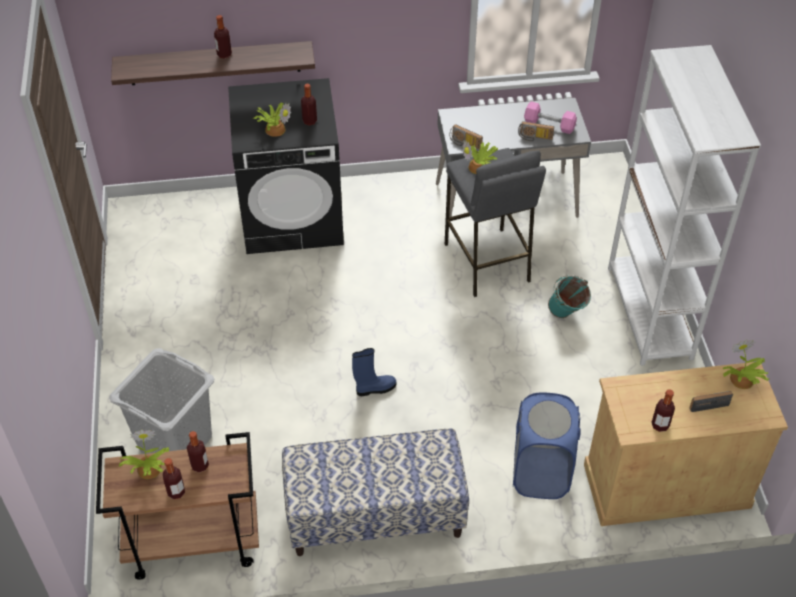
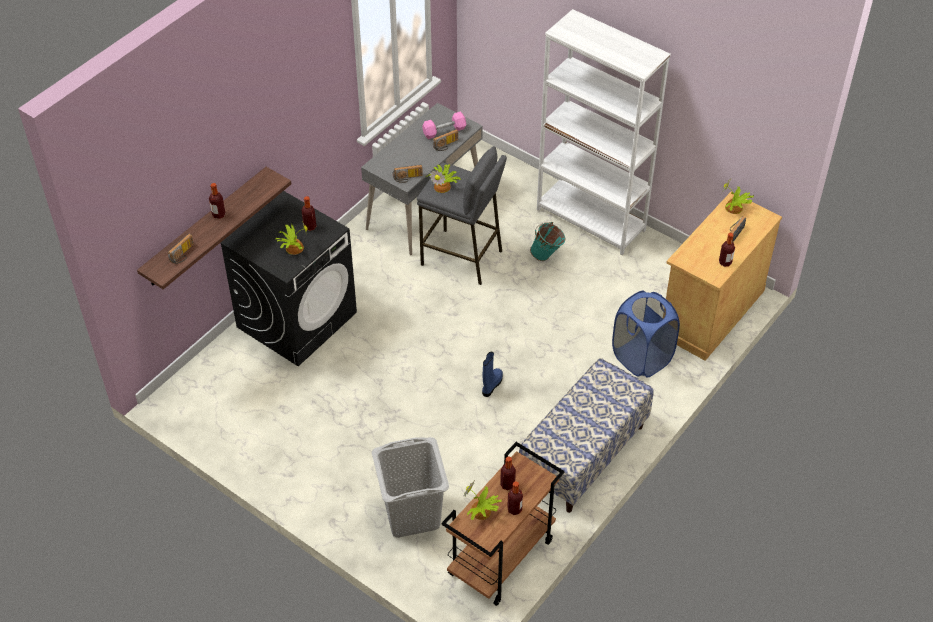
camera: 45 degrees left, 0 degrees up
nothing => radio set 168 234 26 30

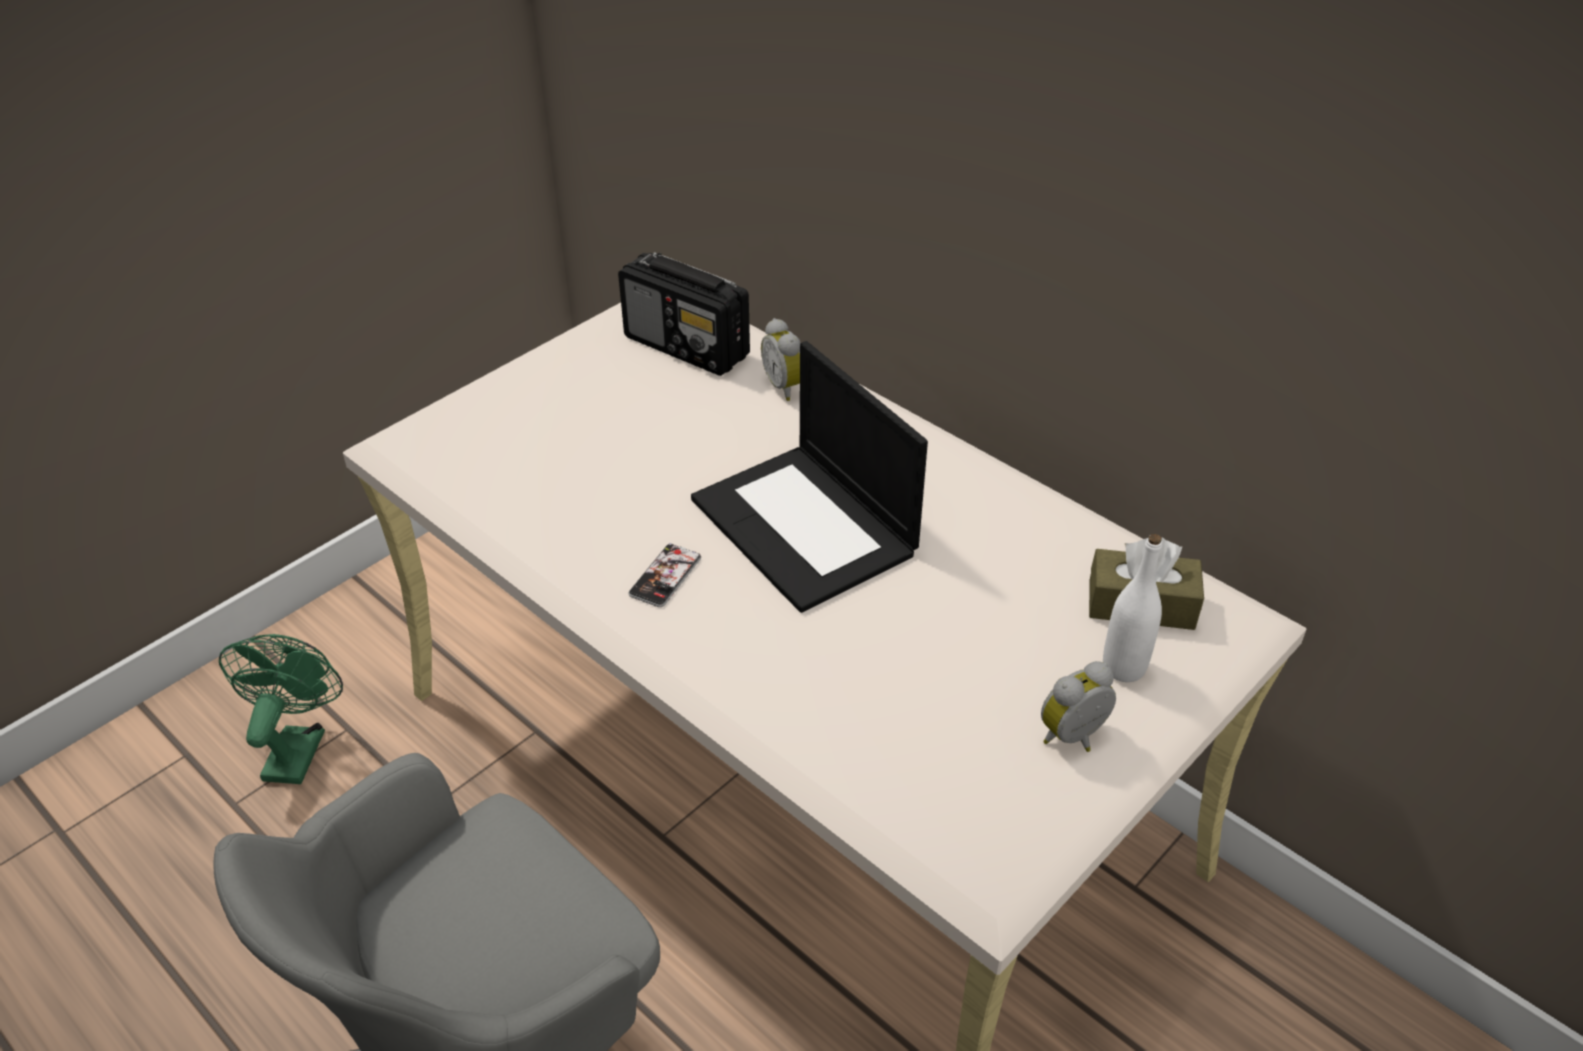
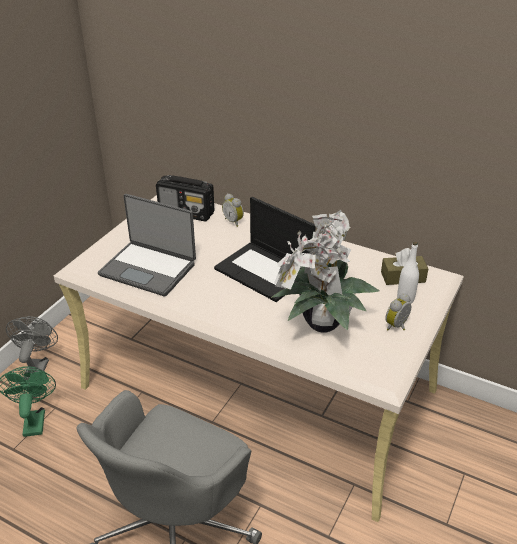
camera: 15 degrees left, 5 degrees down
telephone 629 543 72 64 => nothing
nothing => greyish electric fan 6 316 52 64
nothing => notebook computer 98 194 98 102
nothing => houseplant 271 210 109 123

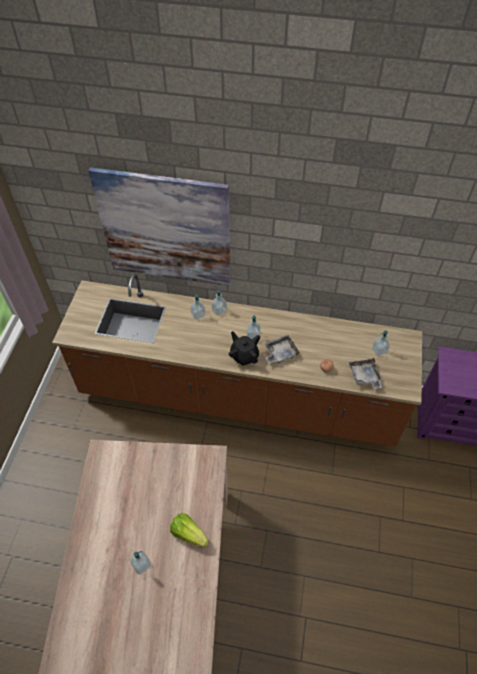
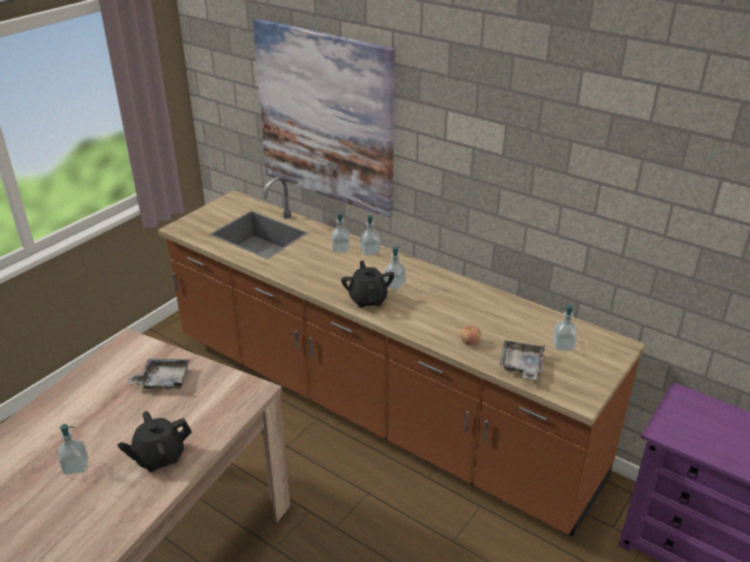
camera: 25 degrees right, 20 degrees down
head of lettuce 170 513 39 35 => black tea pot 117 411 75 61
greyish serving tray 265 335 35 29 => greyish serving tray 128 359 62 31, relocated

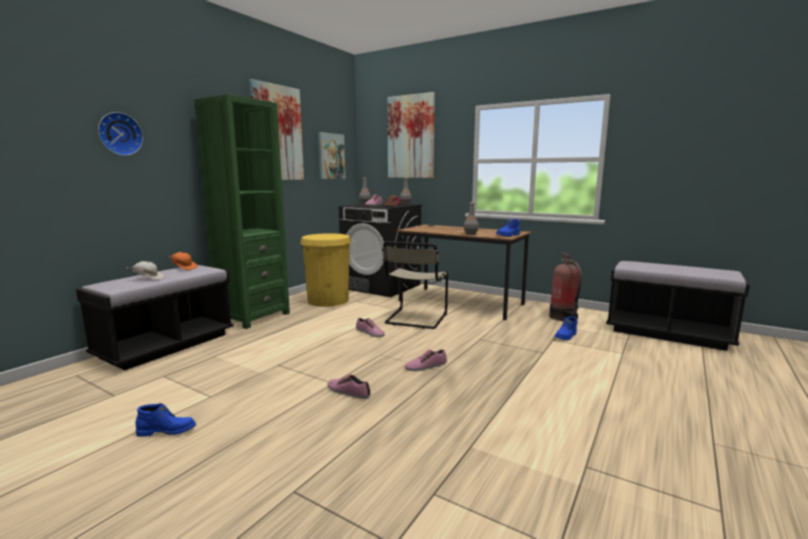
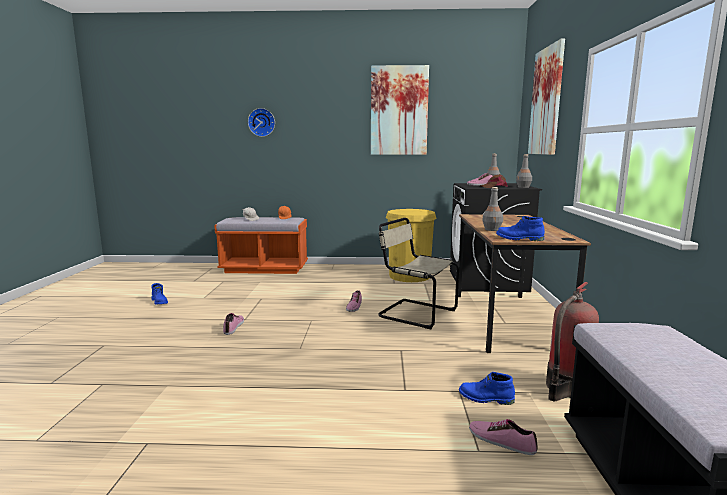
camera: 60 degrees right, 0 degrees up
black bench 76 265 157 105 => orange-coloured bench 214 217 94 57
green-coloured shelving unit 194 94 96 235 => nothing
wall art 318 132 27 47 => nothing
sand-coloured plain chair 382 241 66 88 => sand-coloured plain chair 379 218 80 111, 45 degrees clockwise
item of footwear 405 349 42 22 => item of footwear 469 419 69 36, relocated

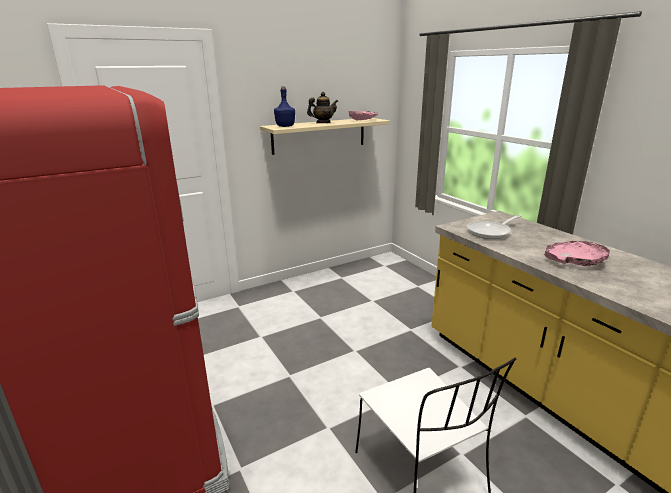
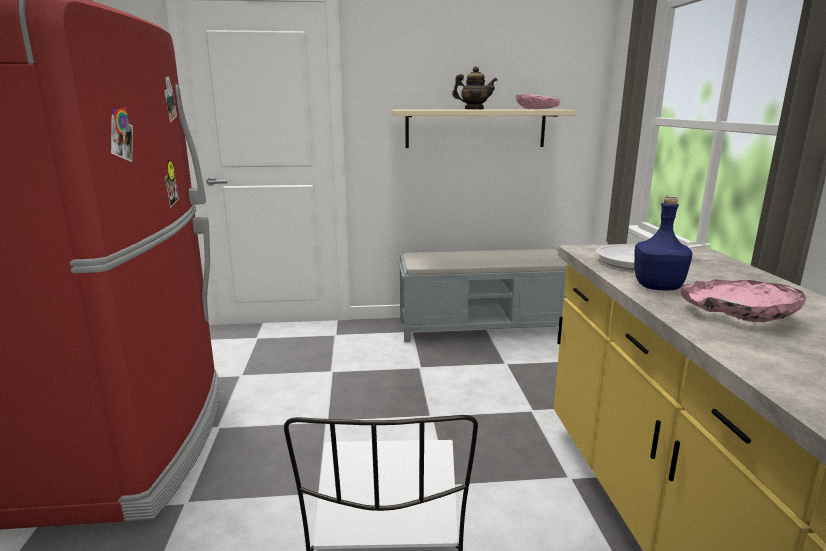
camera: 25 degrees right, 5 degrees down
blue-coloured beverage bottle 274 86 21 41 => blue-coloured beverage bottle 634 196 59 94, relocated
nothing => greyish bench 398 248 169 94

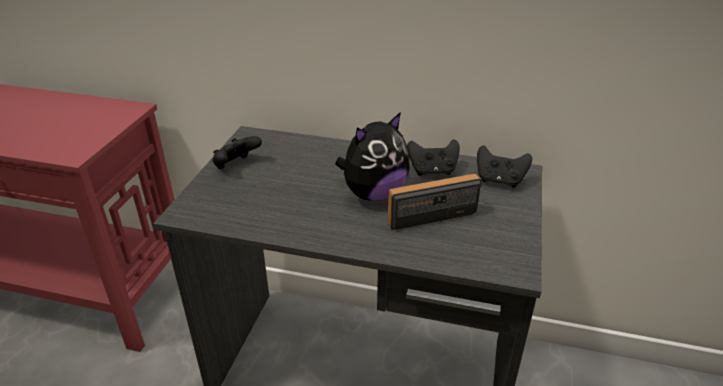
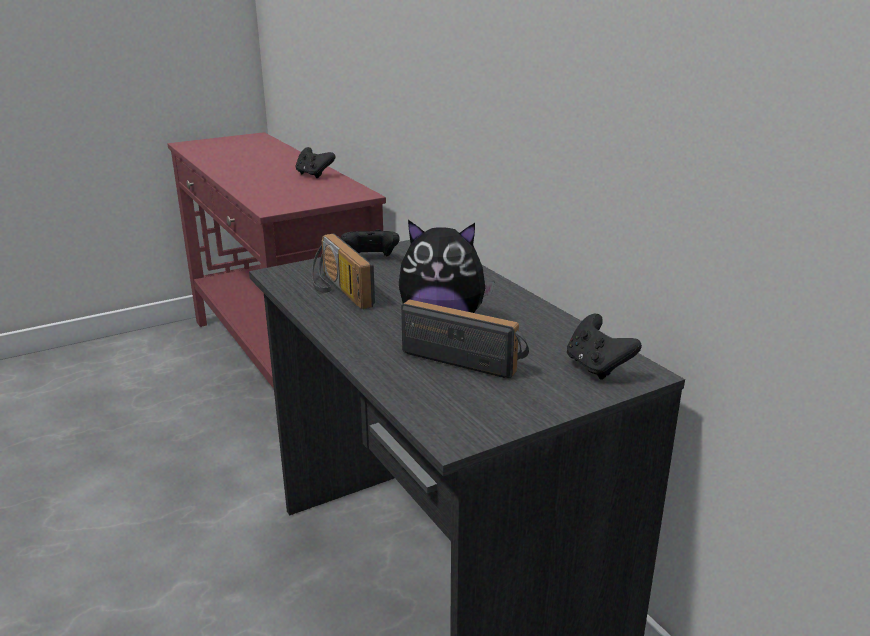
camera: 45 degrees right, 10 degrees down
black gamepad 407 139 53 37 => black gamepad 296 147 40 31, relocated
nothing => radio set 312 233 63 76

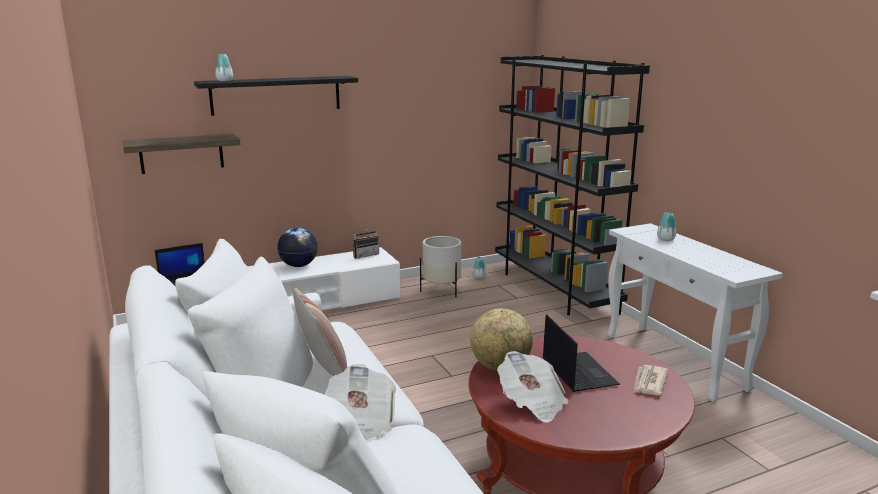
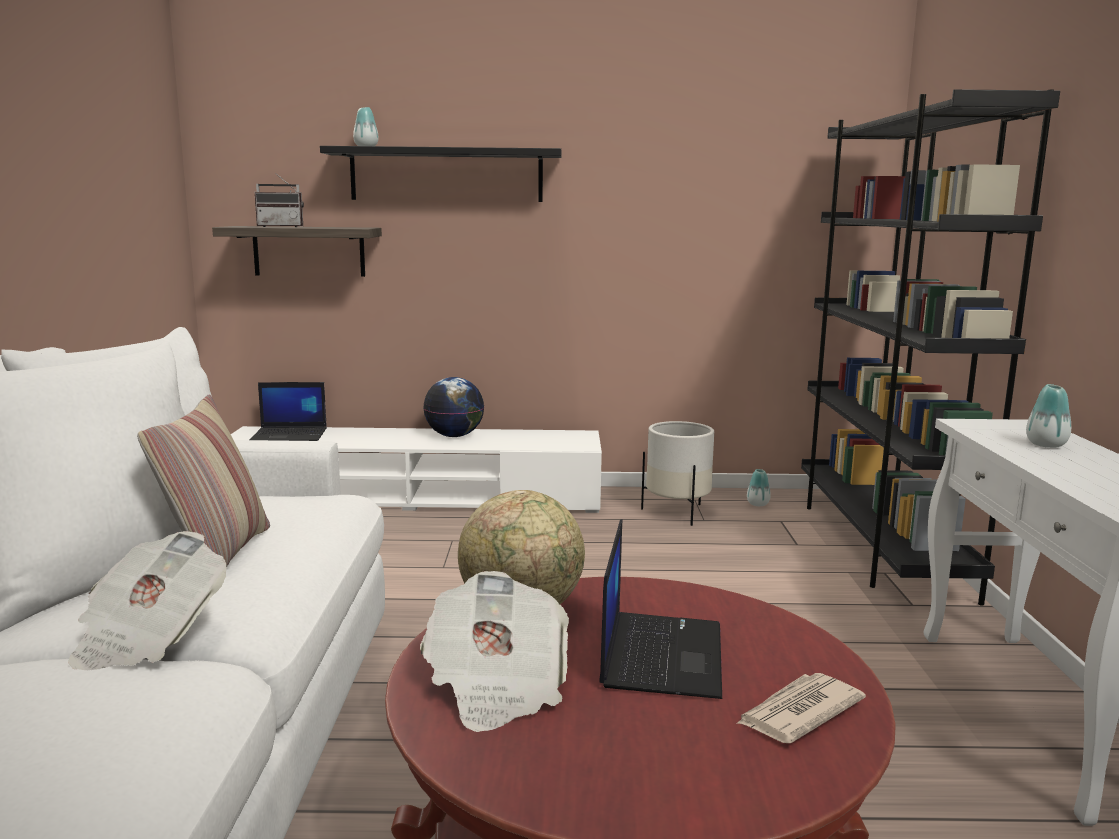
camera: 25 degrees right, 5 degrees down
radio set 353 224 26 35 => radio set 255 173 49 54, relocated

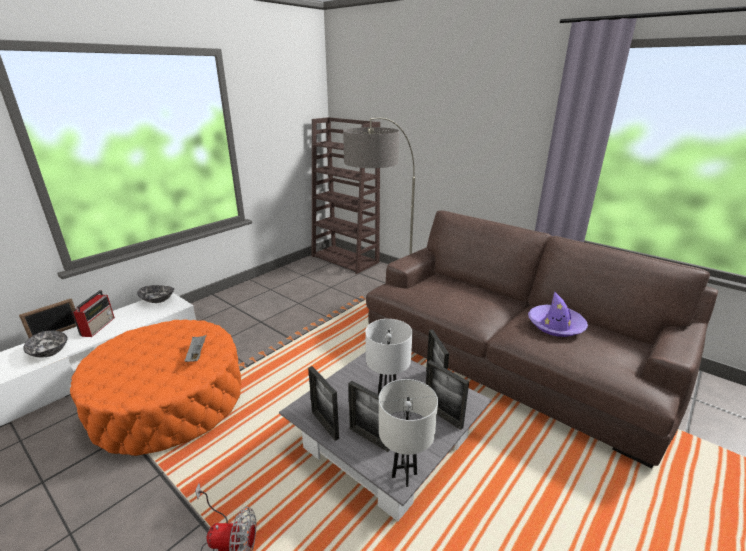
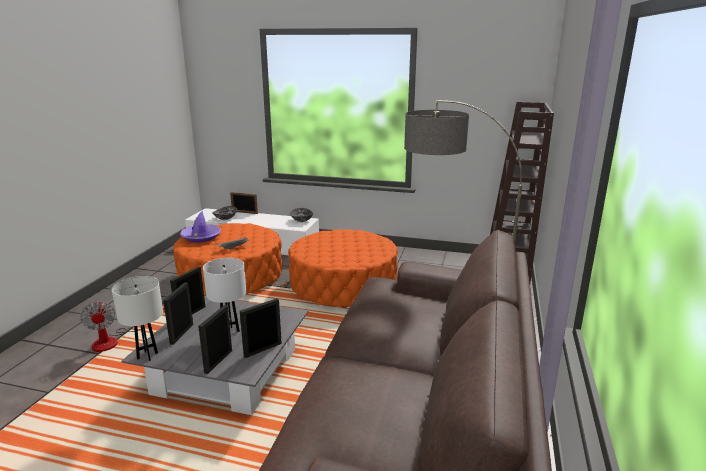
camera: 65 degrees right, 5 degrees down
radio set 71 290 44 47 => nothing
purple hat 528 291 60 46 => purple hat 180 211 41 31, relocated
nothing => orange-coloured ottoman 288 229 110 78

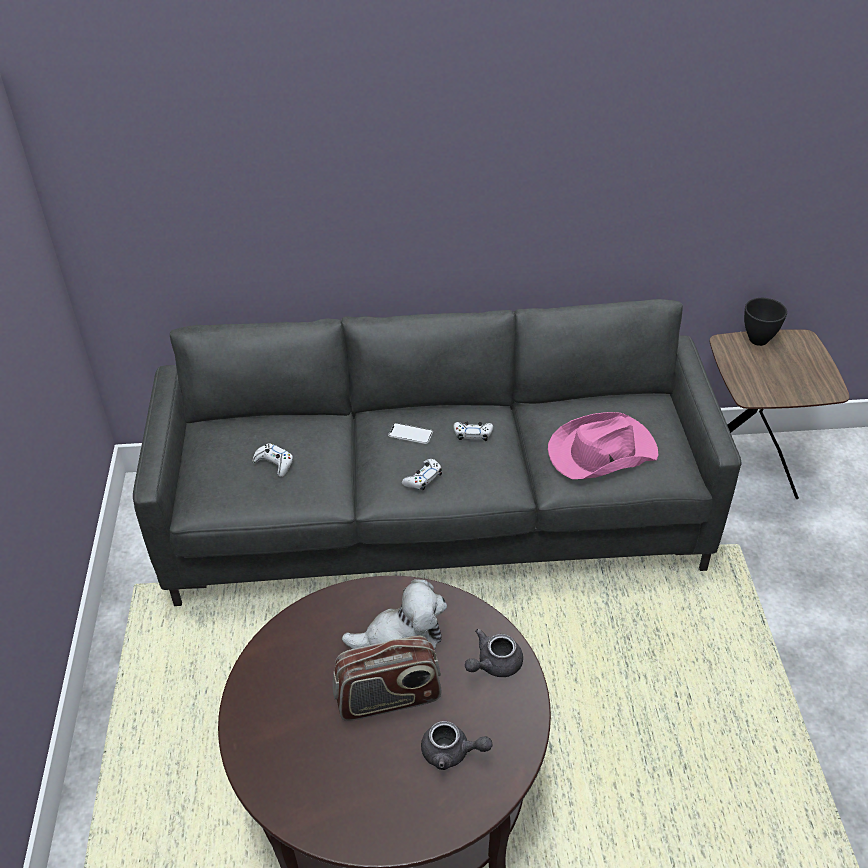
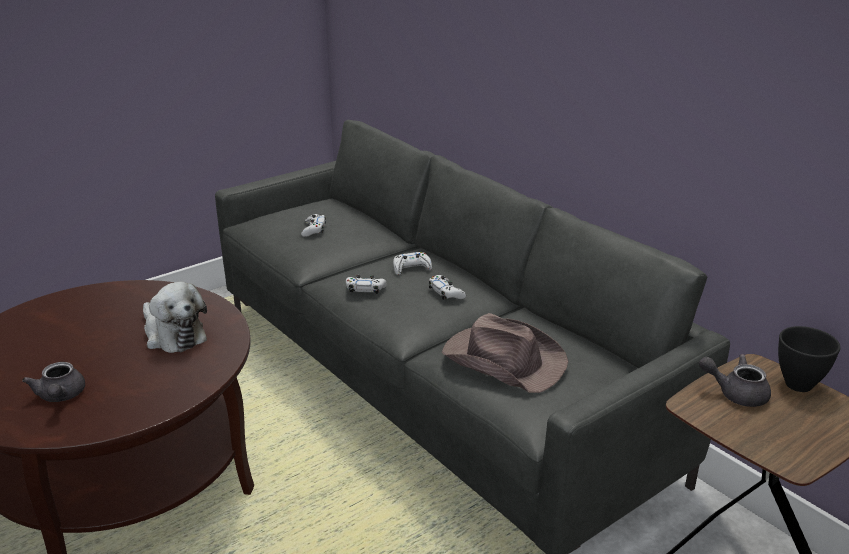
camera: 55 degrees right, 15 degrees down
radio set 333 636 108 85 => nothing
telephone 388 423 45 21 => white-coloured gamepad 393 252 39 23
greyish tea pot 465 629 58 48 => greyish tea pot 699 354 72 53, relocated
pinkish hat 548 412 110 67 => brown hat 442 313 126 80

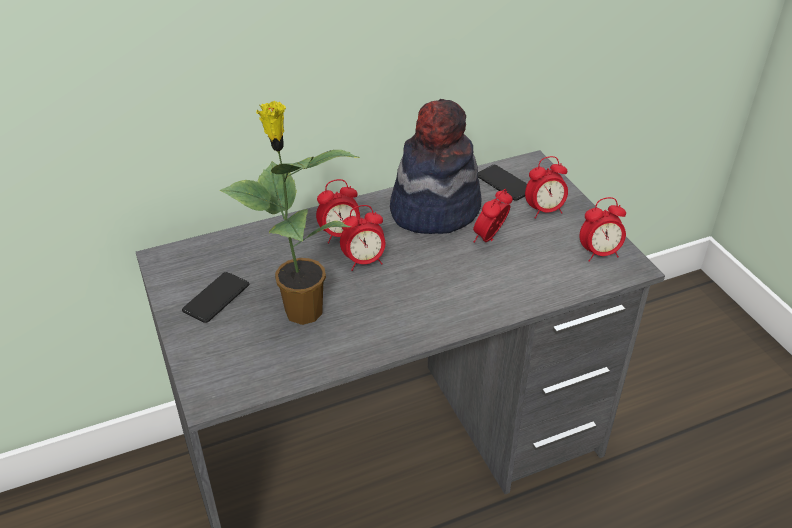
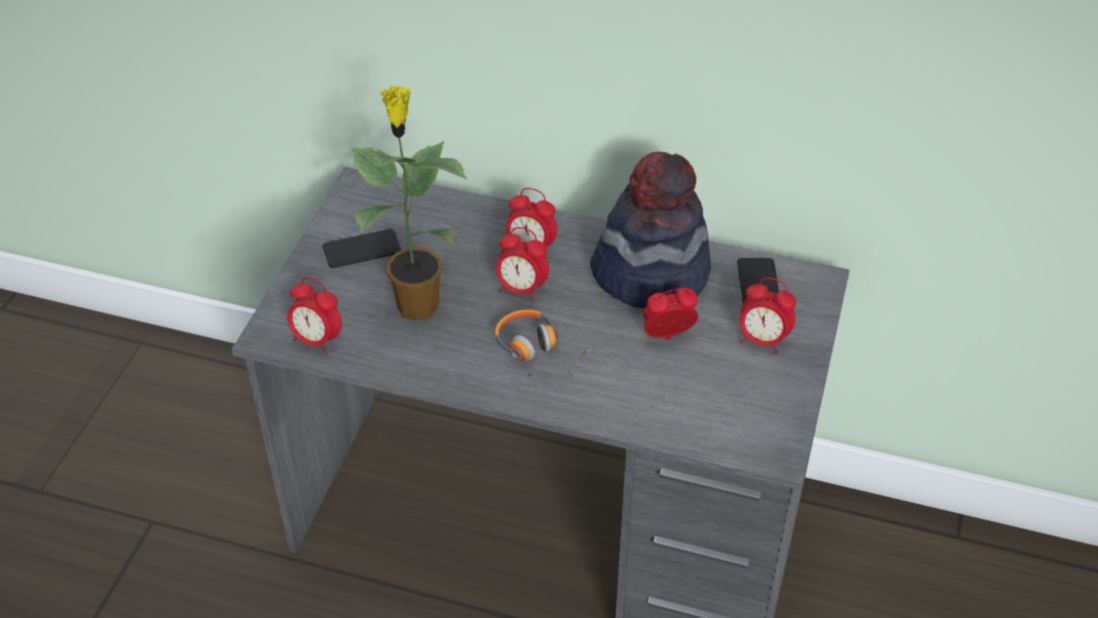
camera: 40 degrees right, 5 degrees up
alarm clock 580 197 46 65 => alarm clock 287 277 55 77, relocated
nothing => headphones 494 310 97 86

